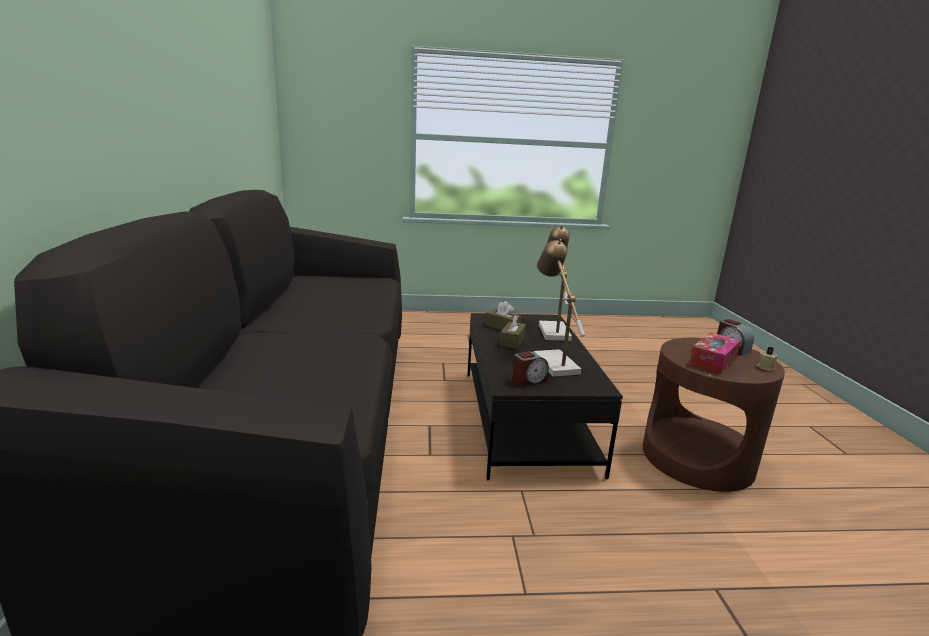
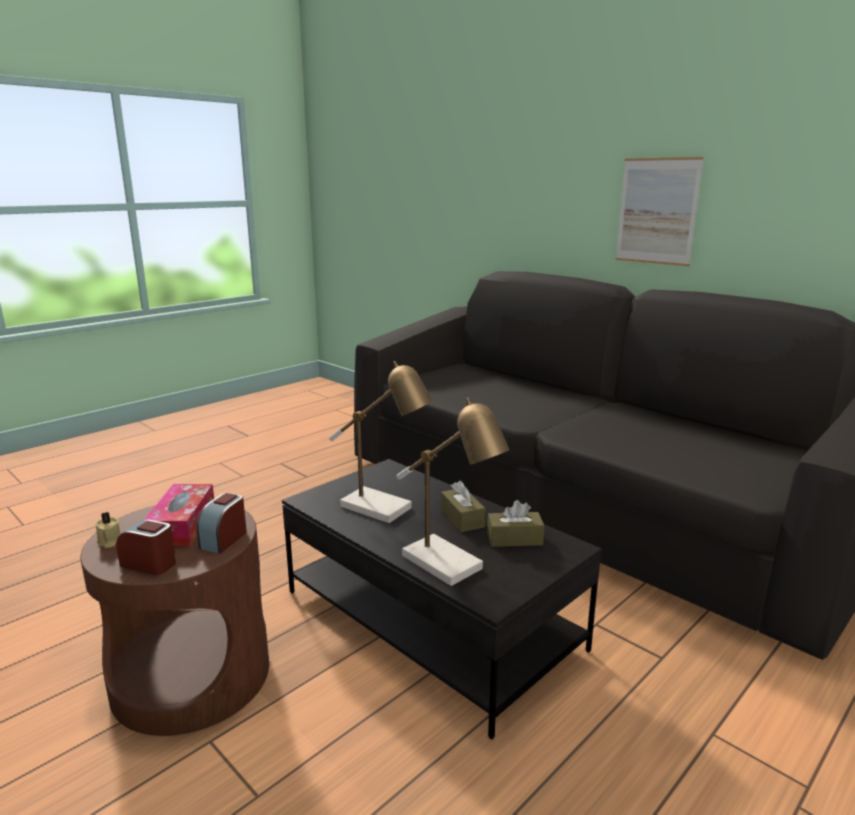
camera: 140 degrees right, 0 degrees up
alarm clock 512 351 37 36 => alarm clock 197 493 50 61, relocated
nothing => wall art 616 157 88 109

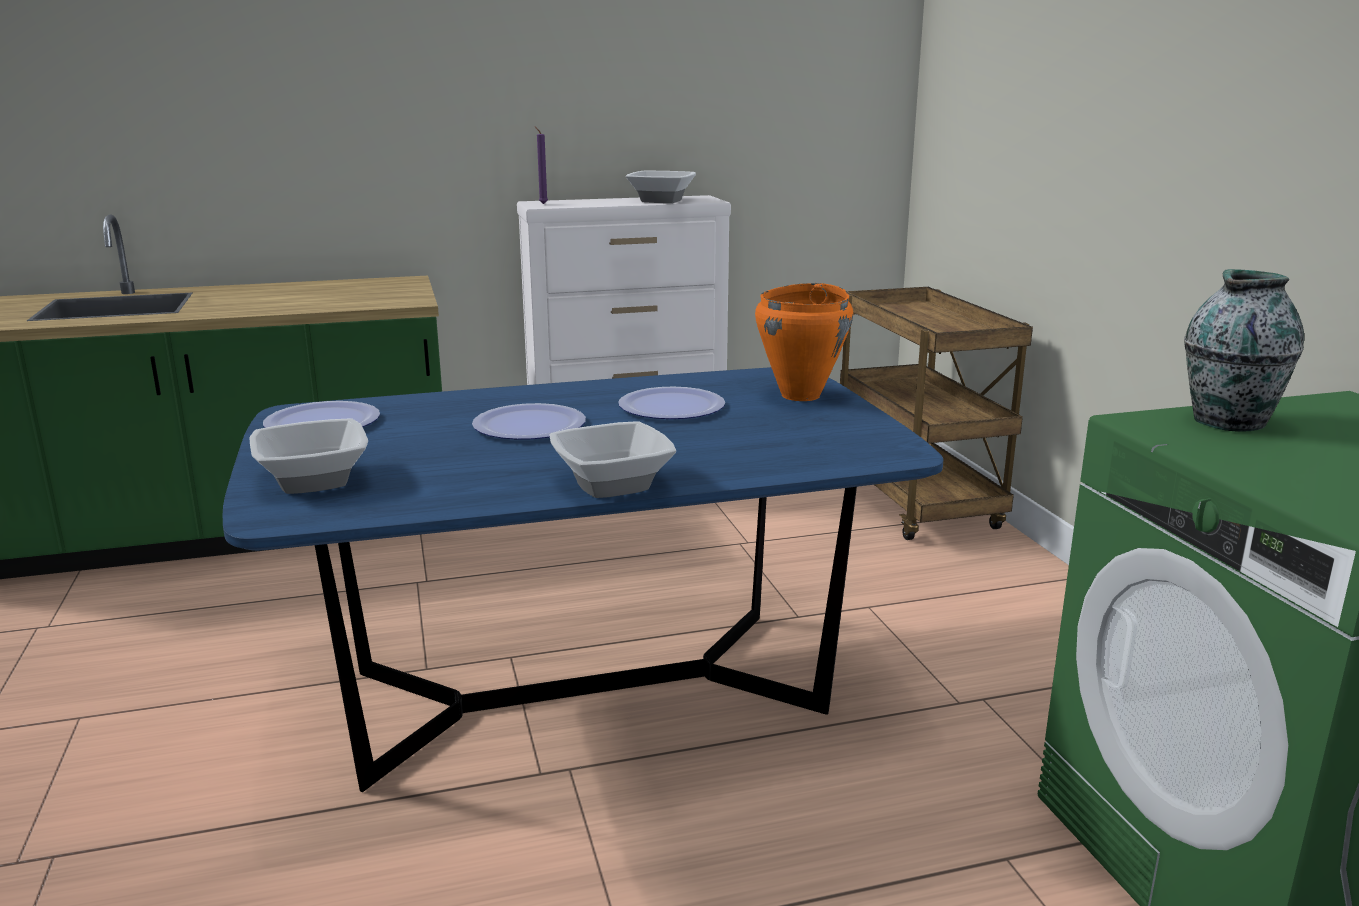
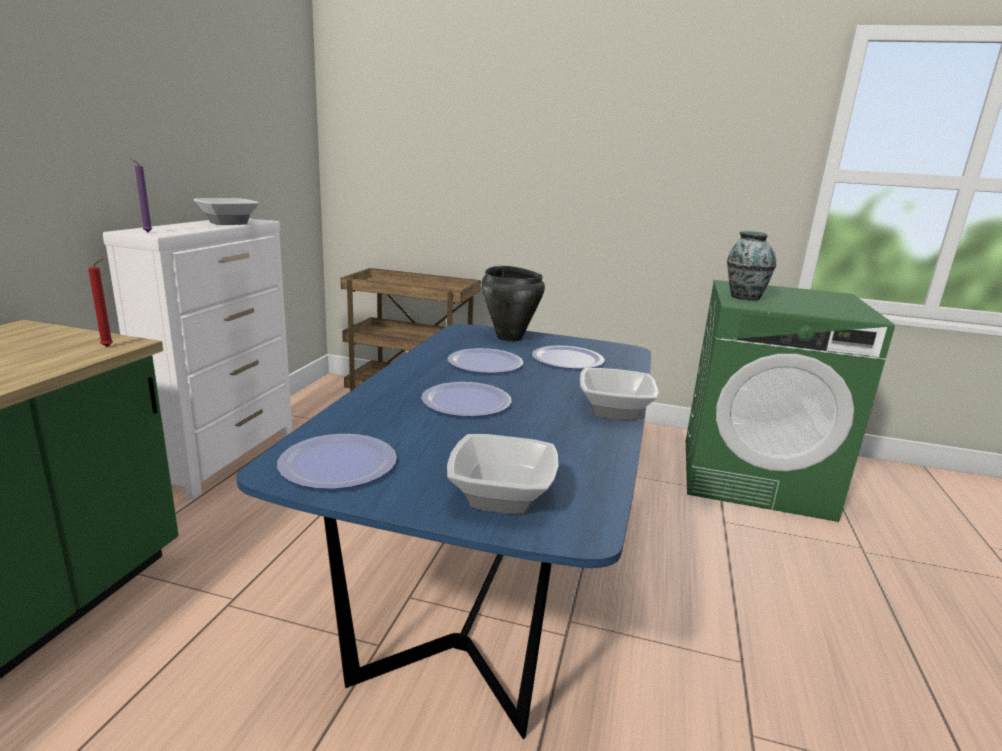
camera: 60 degrees left, 0 degrees up
orange-coloured saucepot 755 283 98 118 => black saucepot 482 266 63 76
nothing => red-coloured wax candle 88 259 25 88
nothing => plate 532 345 73 24

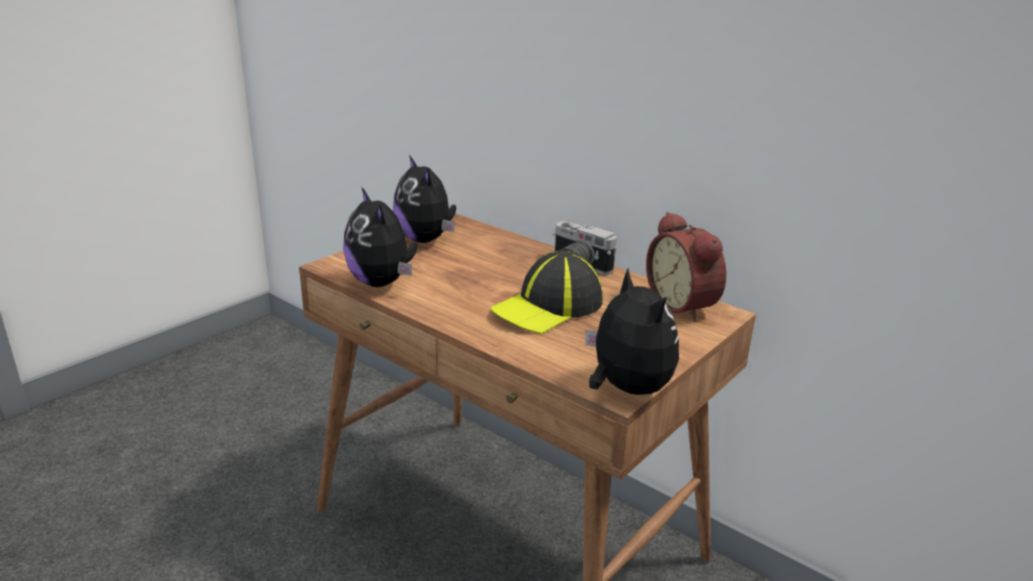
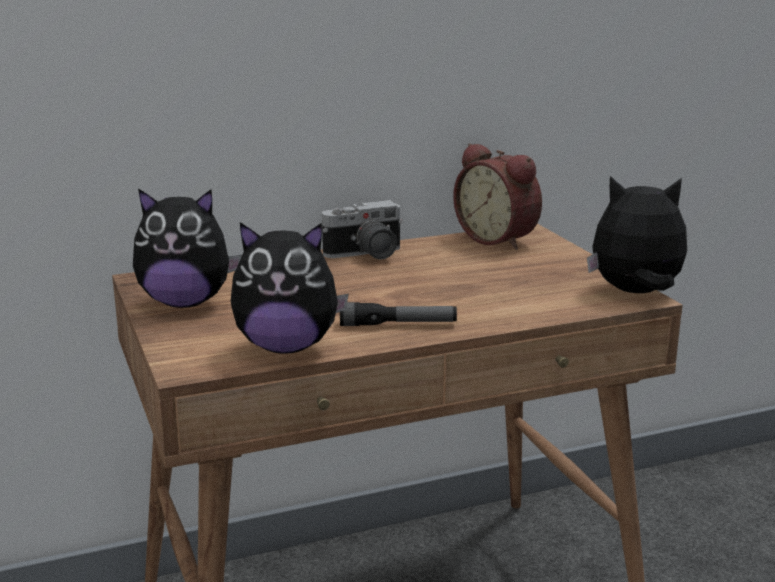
camera: 60 degrees left, 5 degrees down
cap 491 250 111 84 => nothing
alarm clock 646 212 80 110 => alarm clock 453 143 89 107, 45 degrees clockwise
nothing => flashlight 340 302 117 24

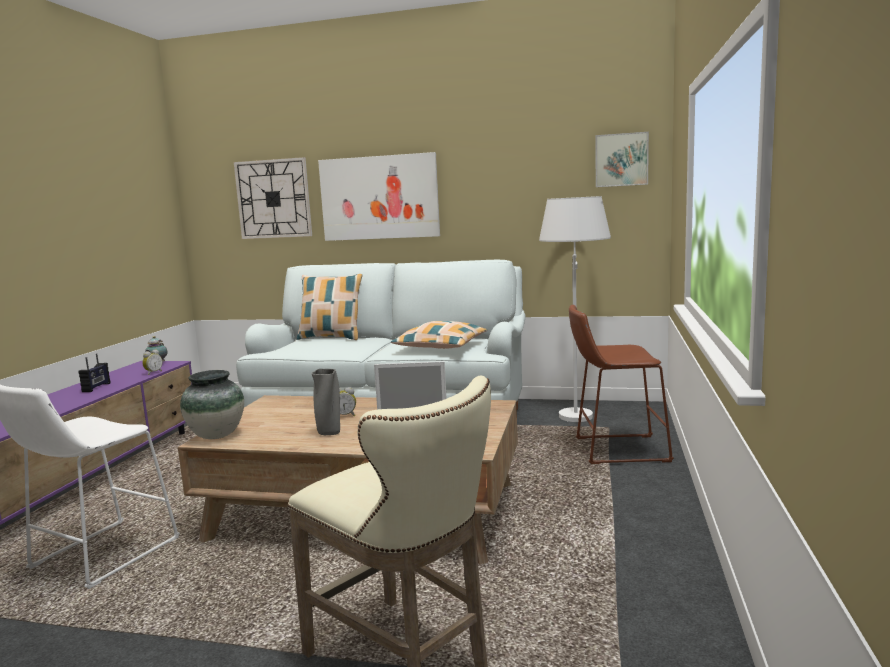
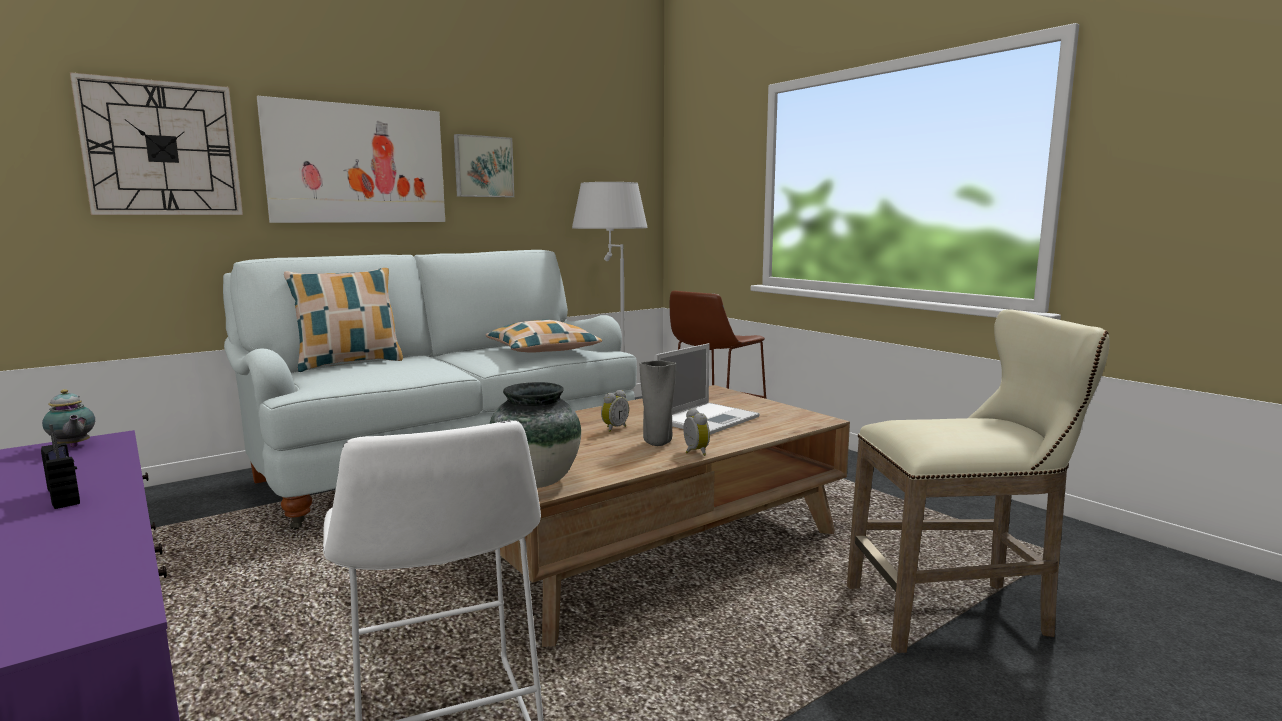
camera: 50 degrees left, 0 degrees up
alarm clock 142 349 20 26 => alarm clock 683 408 27 48, relocated
wall art 595 132 54 55 => wall art 454 134 60 63, relocated

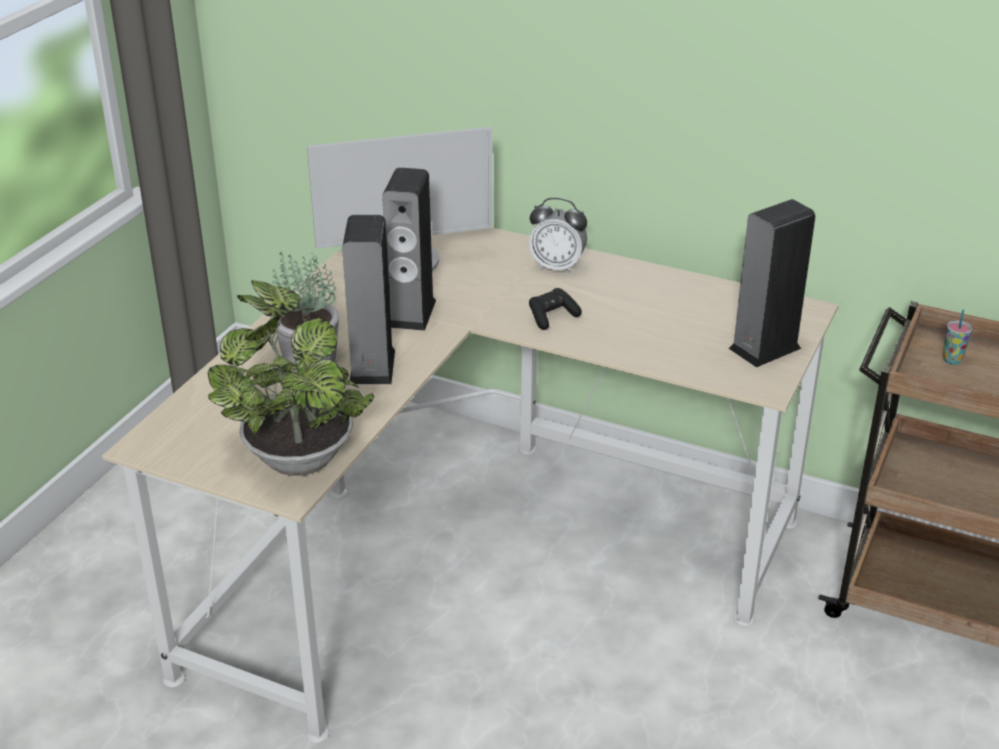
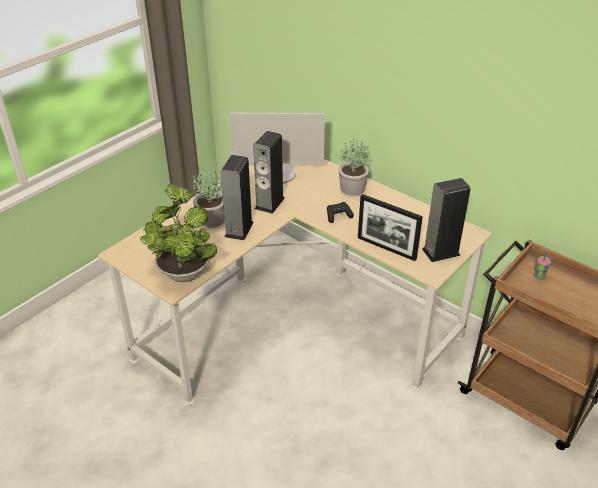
camera: 15 degrees right, 5 degrees up
alarm clock 529 198 58 76 => houseplant 339 138 30 58
nothing => photo frame 358 194 65 67

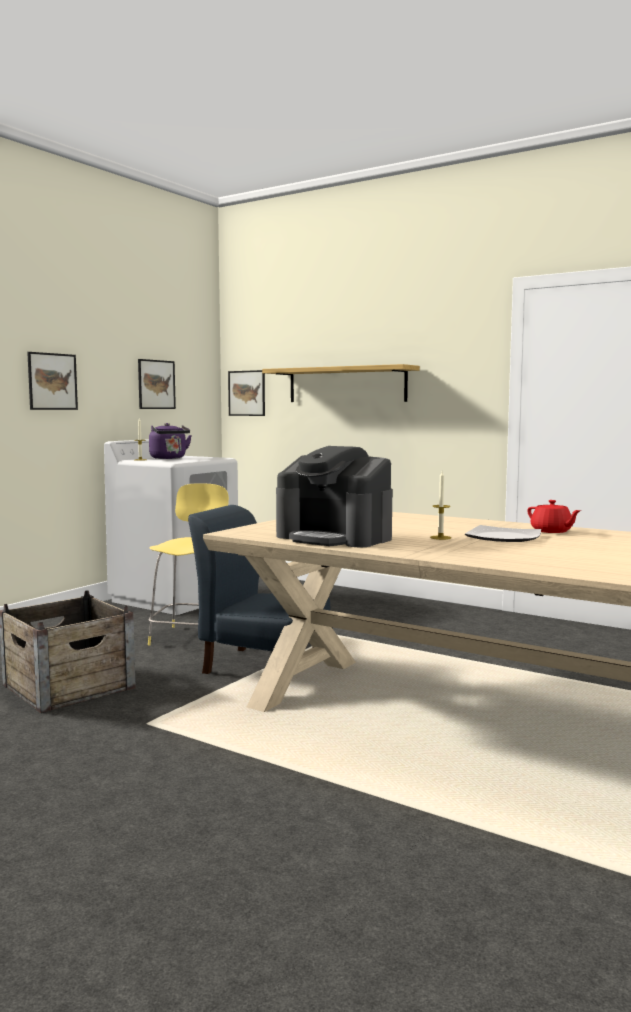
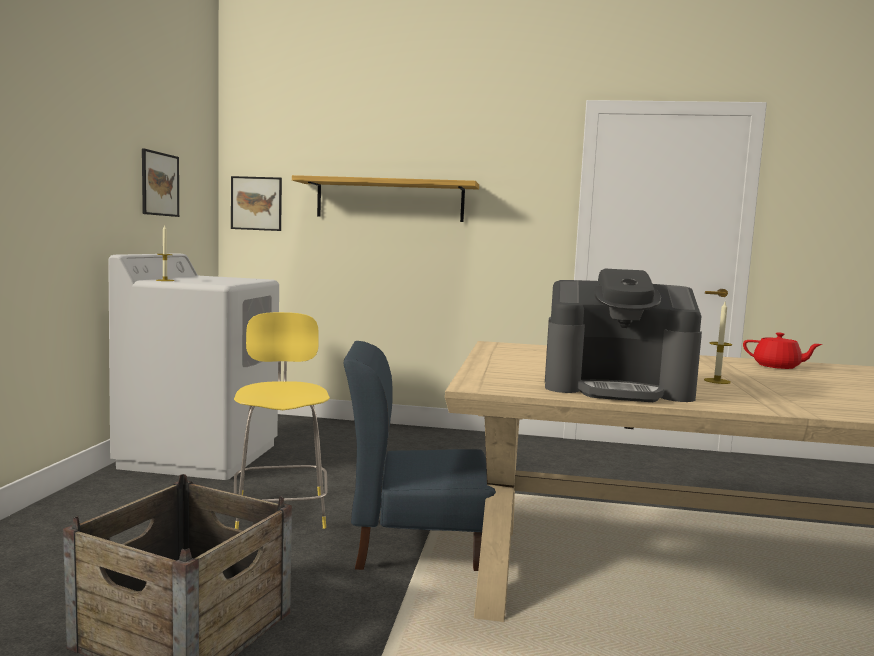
camera: 25 degrees left, 0 degrees up
wall art 27 352 51 58 => nothing
purple tea kettle 149 423 43 36 => nothing
plate 465 525 76 17 => nothing

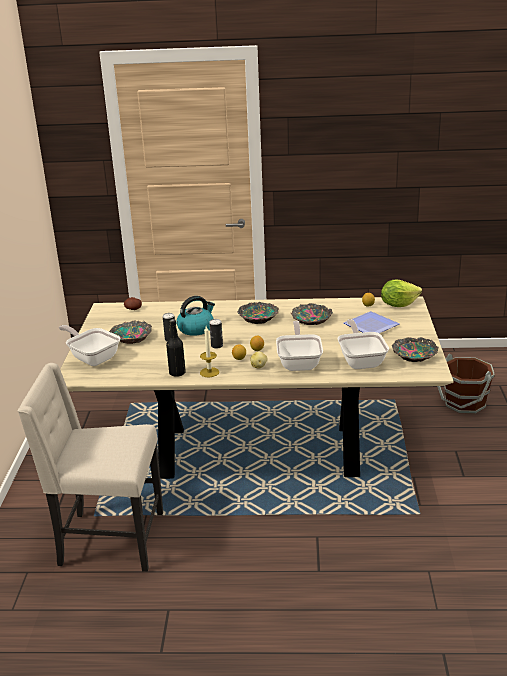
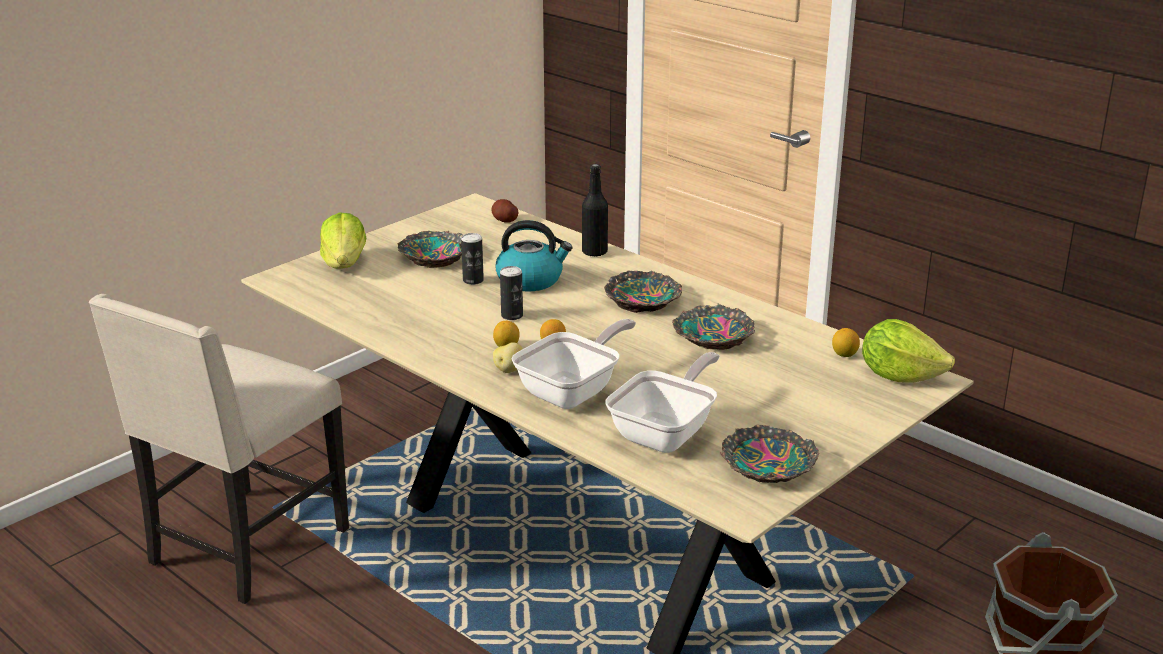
camera: 40 degrees right, 0 degrees up
sand-coloured plain chair 18 363 145 209 => sand-coloured plain chair 89 294 260 310, 105 degrees counterclockwise
skillet 59 325 62 41 => head of lettuce 320 212 46 57
black beverage bottle 166 319 20 58 => black beverage bottle 582 164 26 92, relocated
wax candle 200 326 19 51 => nothing
plate 344 311 56 22 => nothing

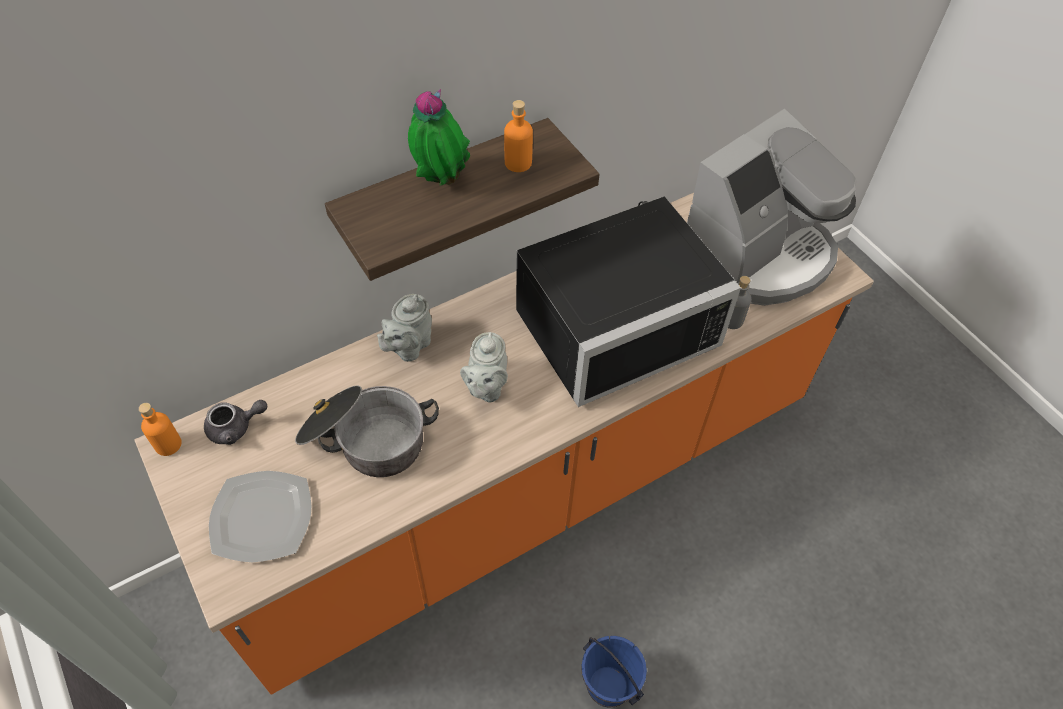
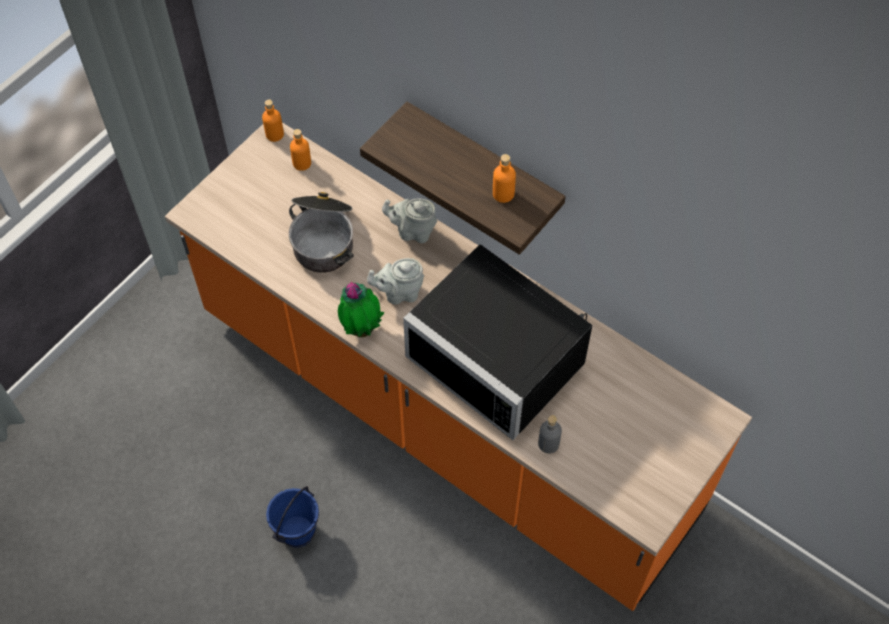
camera: 70 degrees right, 5 degrees up
greyish tea pot 204 400 63 45 => orange-coloured beverage bottle 290 129 21 42
plate 209 471 102 91 => nothing
houseplant 408 89 62 96 => houseplant 338 282 46 55, relocated
coffee machine 687 109 169 197 => nothing

